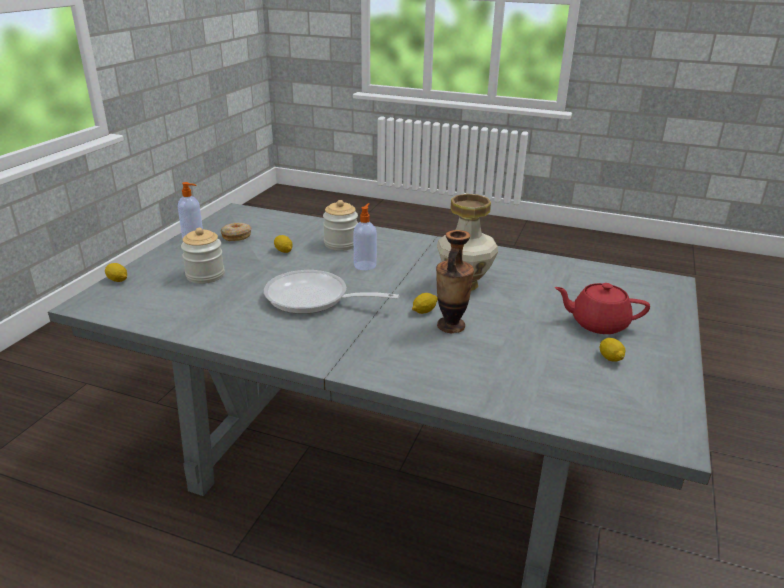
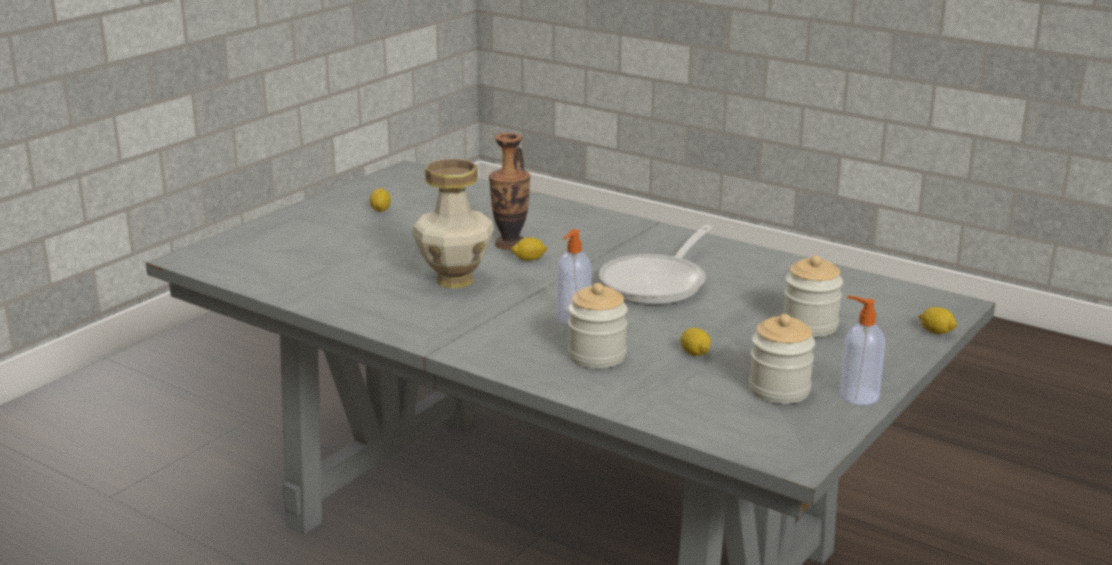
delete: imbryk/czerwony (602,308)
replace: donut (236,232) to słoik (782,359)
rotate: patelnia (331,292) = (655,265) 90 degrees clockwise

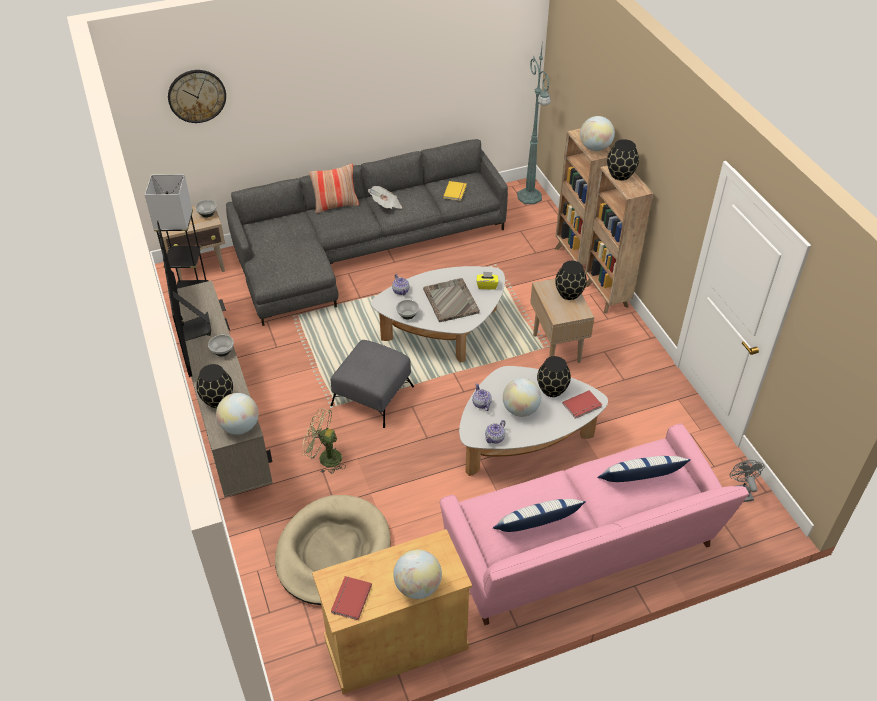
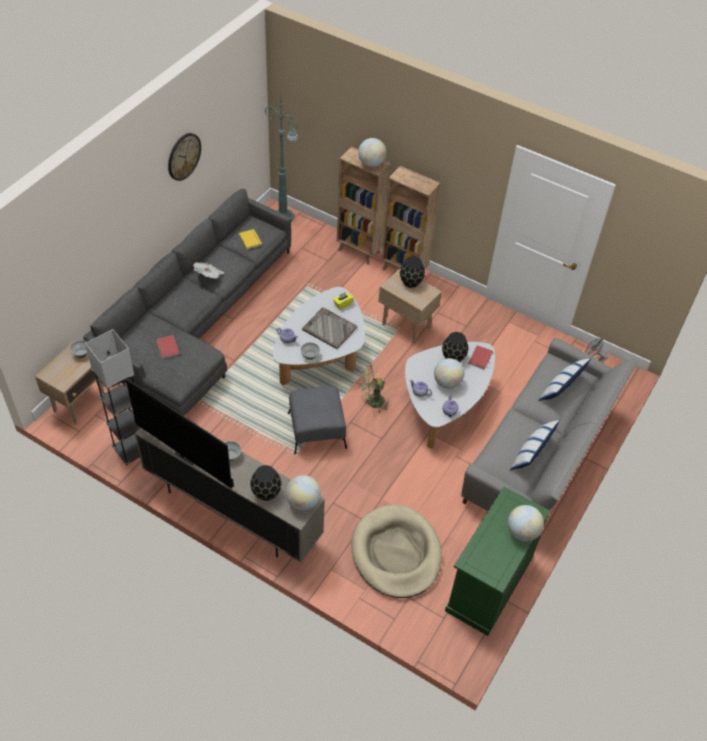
delete: poduszka (334,188); wazon/czarny (623,160)
move: zegar ścienny (197,96) to (184,157); wentylator/zielony (324,441) to (374,389); książka/czerwony (351,598) to (168,347)
recolor: szafka/beżowy (392,611) to szafka/zielony (497,561); kanapa/różowy (594,524) to kanapa/szary (549,424)

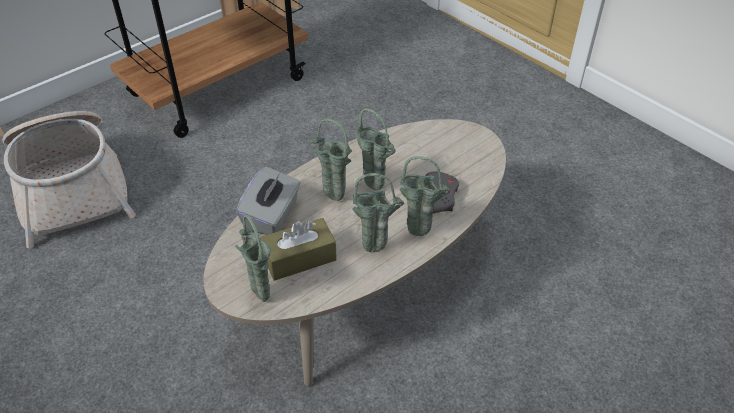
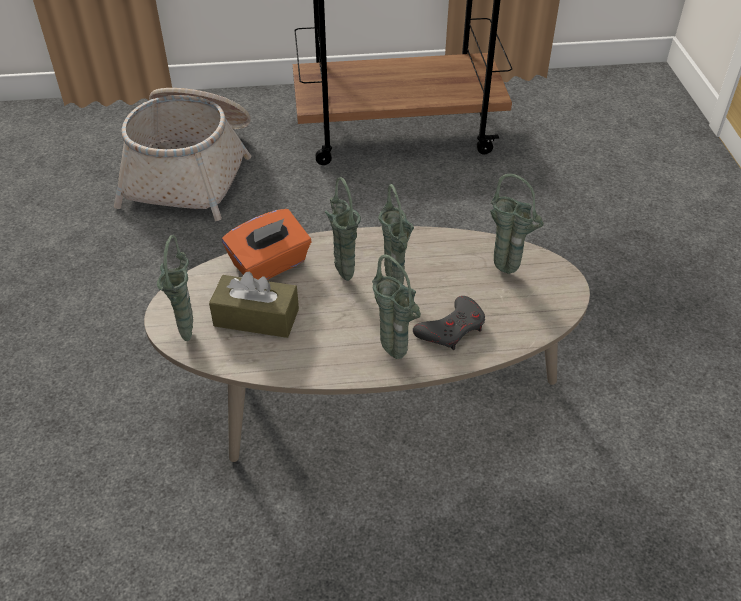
move: wazon/zielony (378,212) to (517,224)
recolor: pudełko chusteczek/szary (268,200) to pudełko chusteczek/pomarańczowy (266,244)

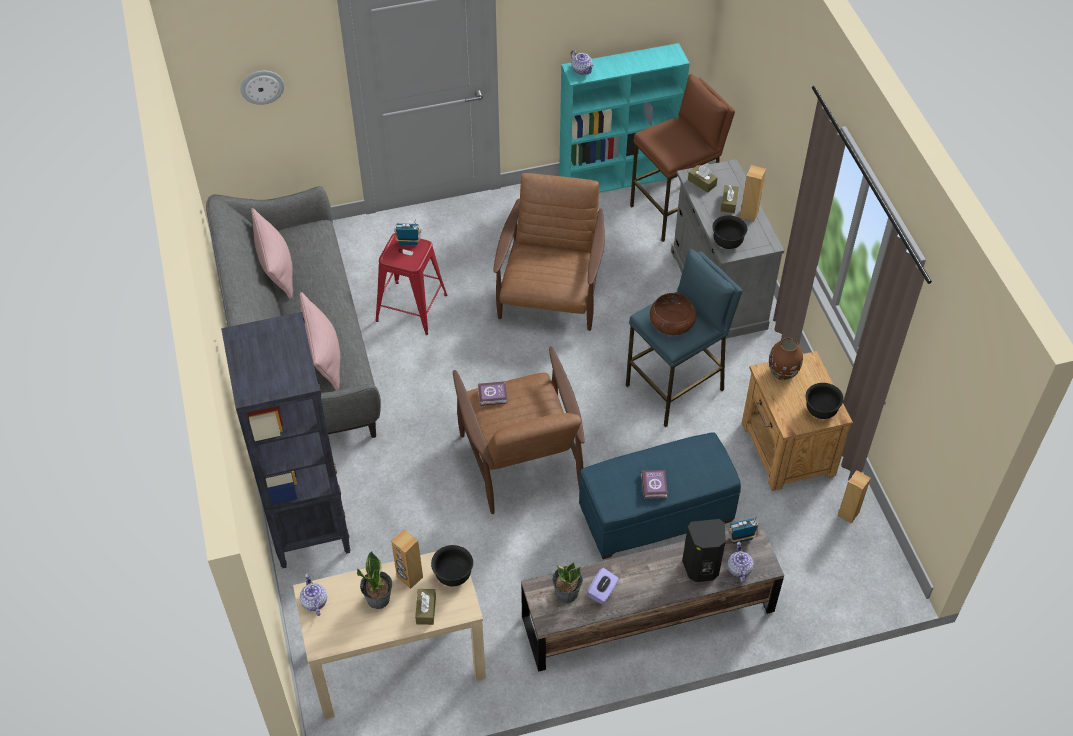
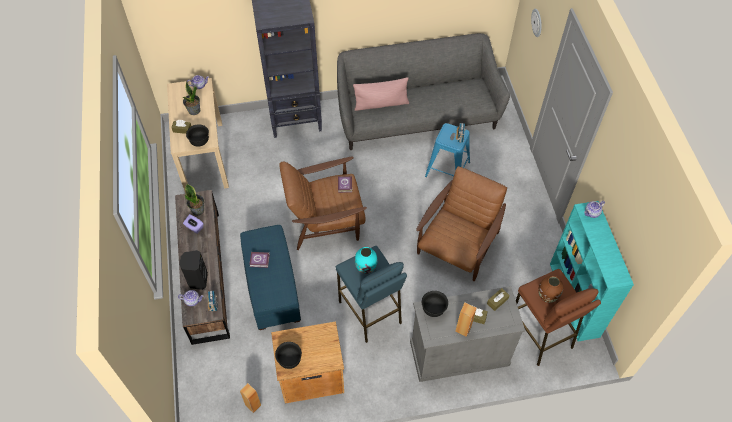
delete: poduszka/różowy (272,253); głośnik/brązowy (407,559)
move: wazon/brązowy (786,359) to (550,289)
replace: miska/brązowy (673,314) to wazon/turkusowy (366,260)
recolor: stołek/czerwony (411,284) to stołek/niebieski (447,150)
rotate: fotel/brązowy (549,252) = (461,223) 75 degrees counterclockwise

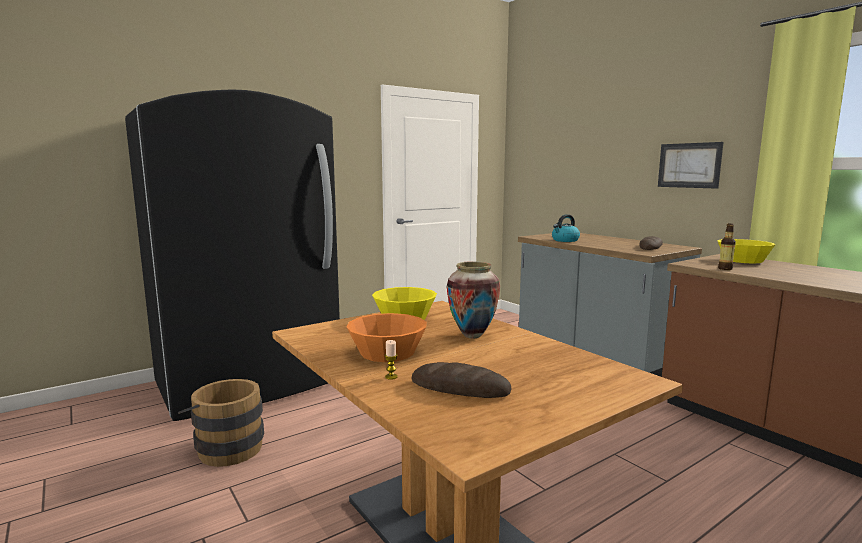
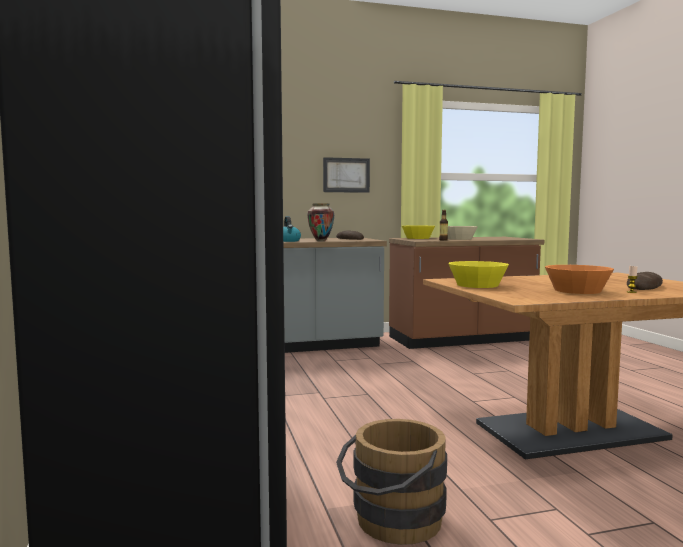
insert: miska/beżowy (463,233)
move: wazon (473,300) to (320,222)

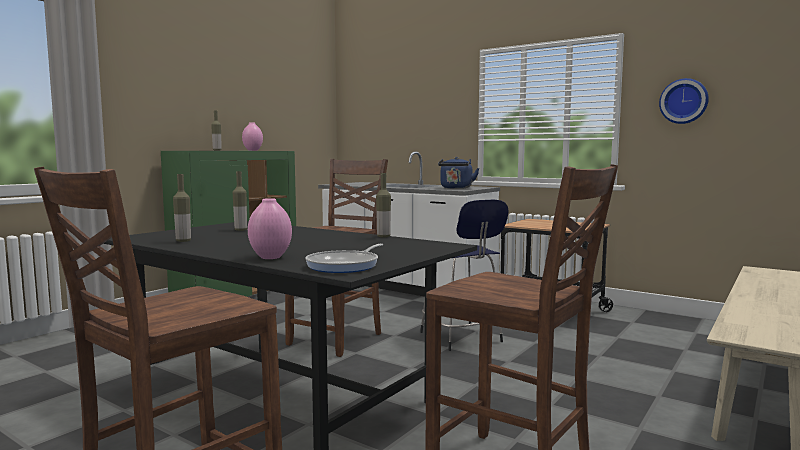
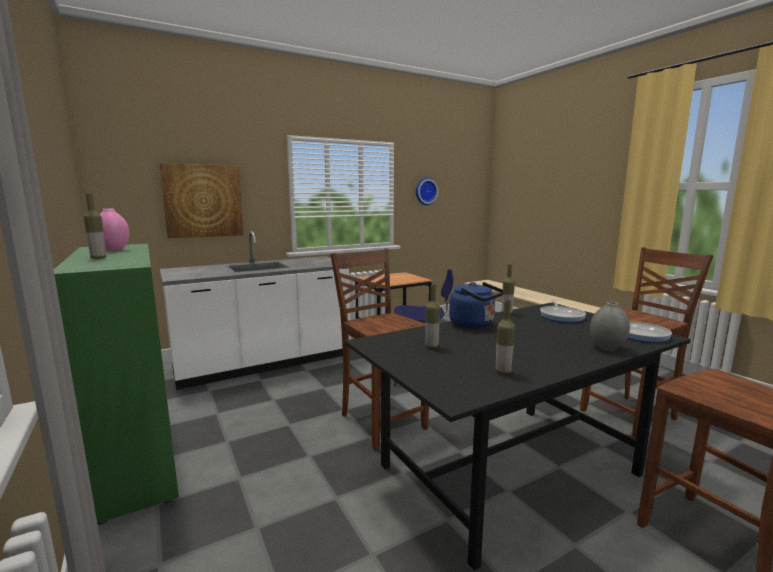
insert: obraz (201,200); patelnia (563,310)
move: czajnik/niebieski (458,173) to (477,305)
recolor: wazon/różowy (270,228) to wazon/szary (610,326)

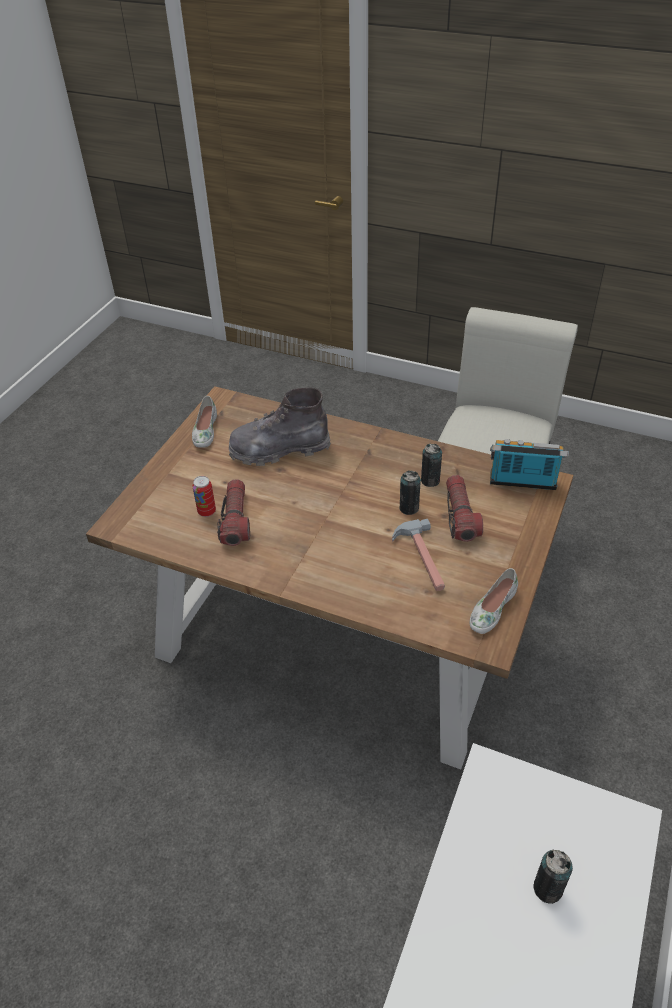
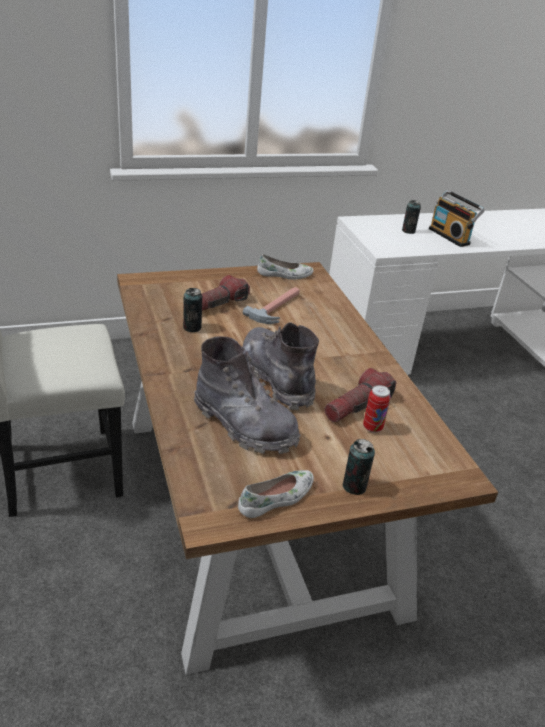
insert: but z cholewką/szary (281,366)
move: puszka (410,493) to (359,467); radio (529,464) to (457,218)

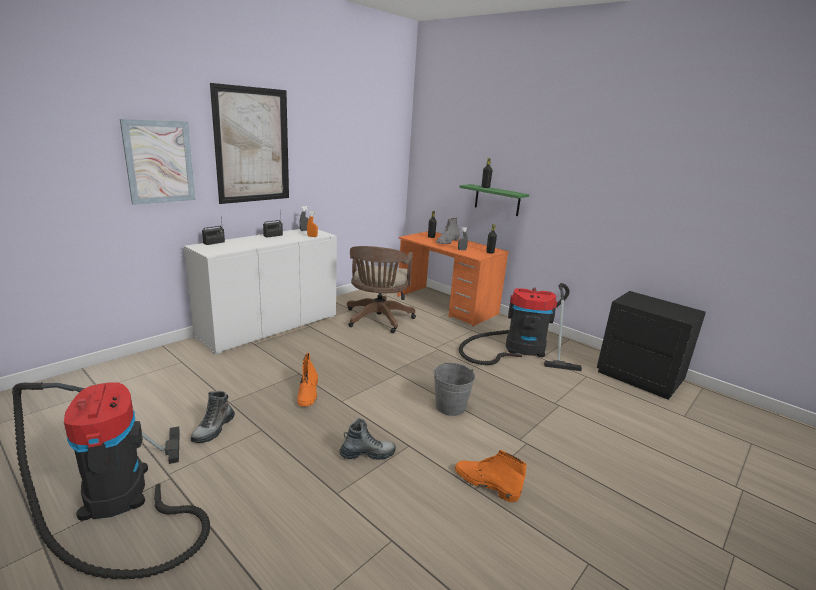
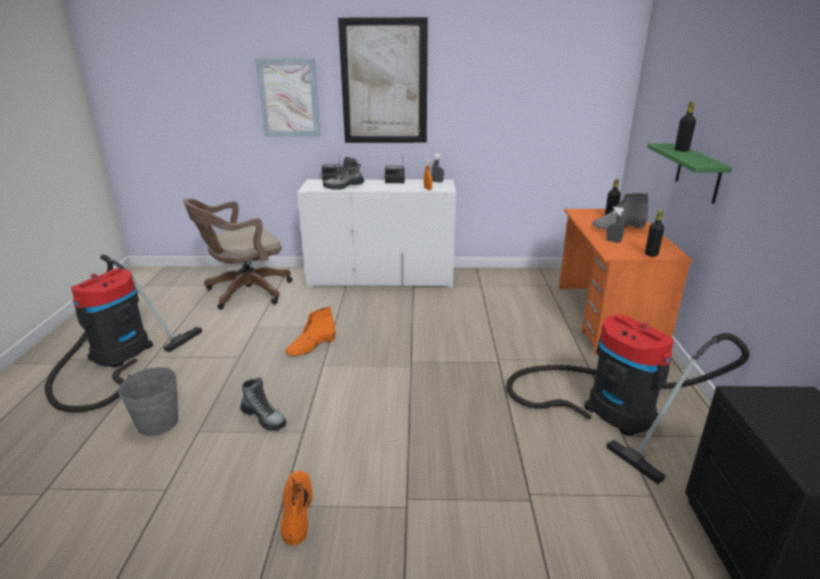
move: but z cholewką (212,417) to (344,173); krzesło biurowe/brązowy (381,289) to (237,254); wiadro/szary (454,389) to (148,401)

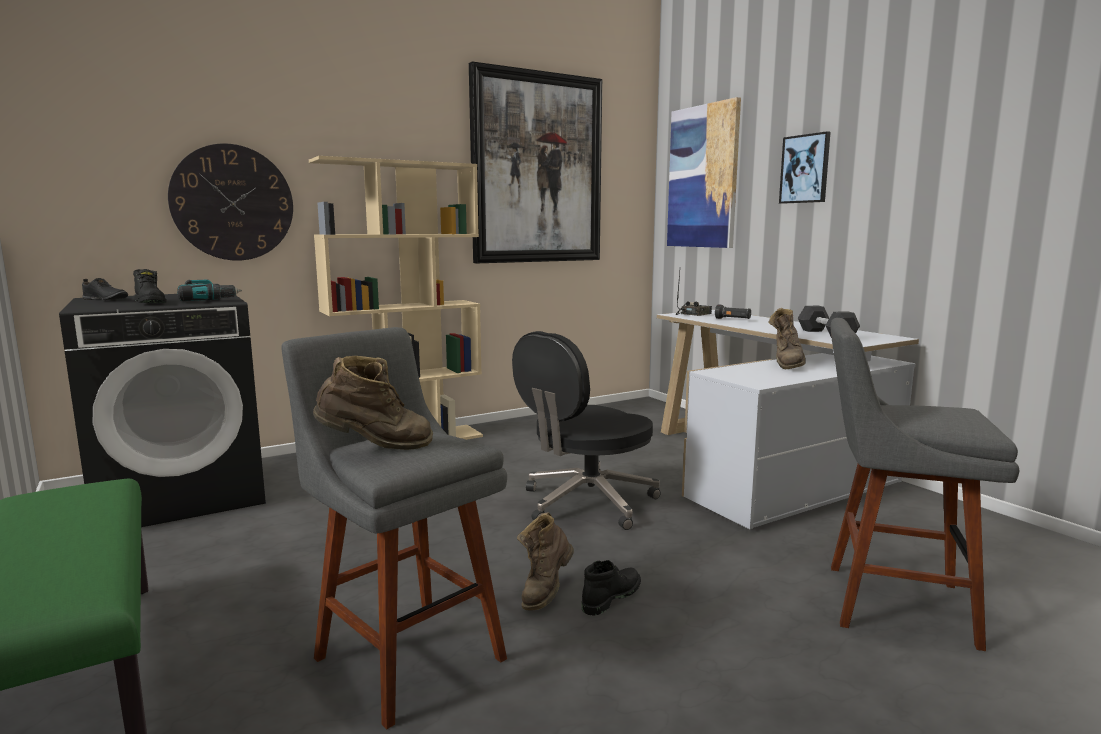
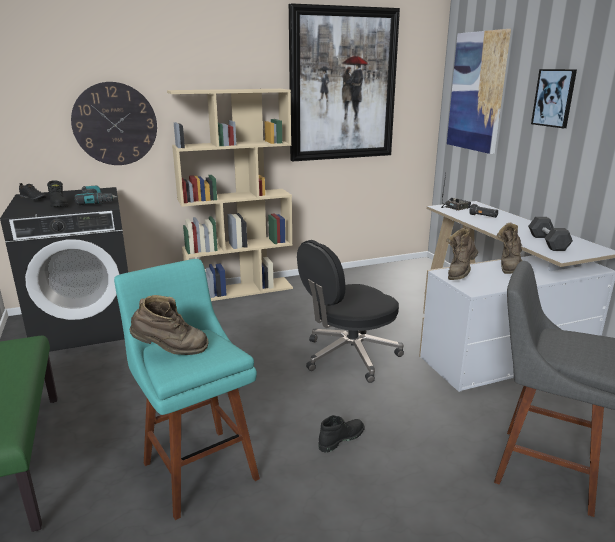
move: but z cholewką/brązowy (545,561) to (462,254)
recolor: stołek/szary (394,528) to stołek/turkusowy (187,389)

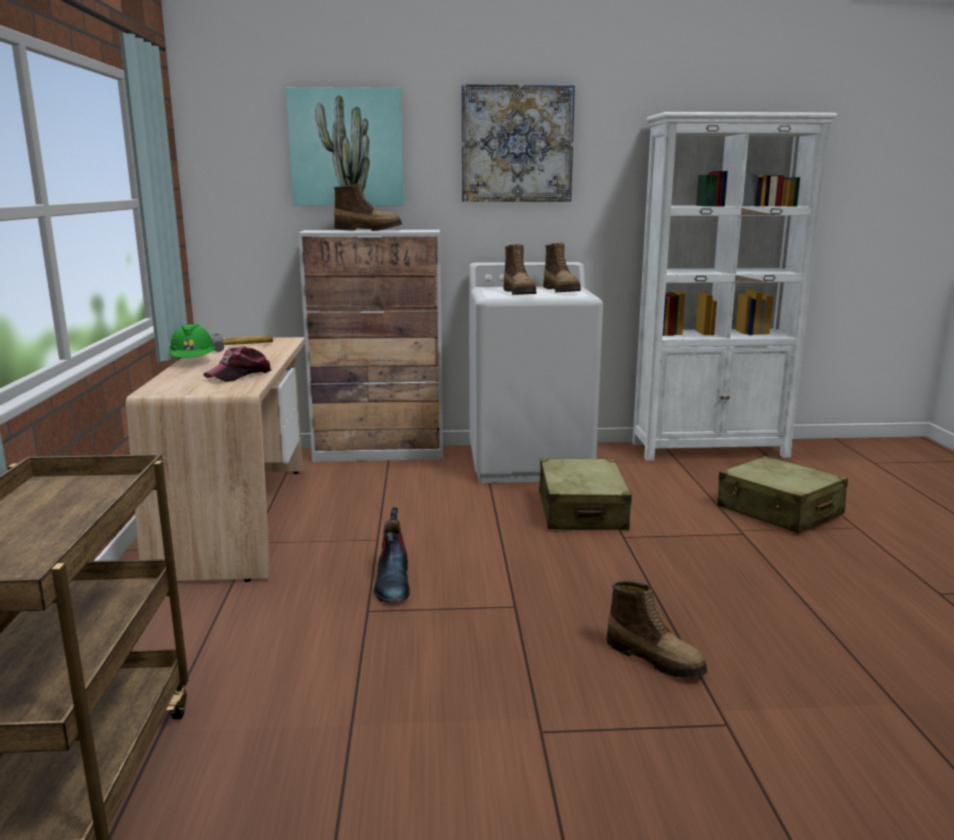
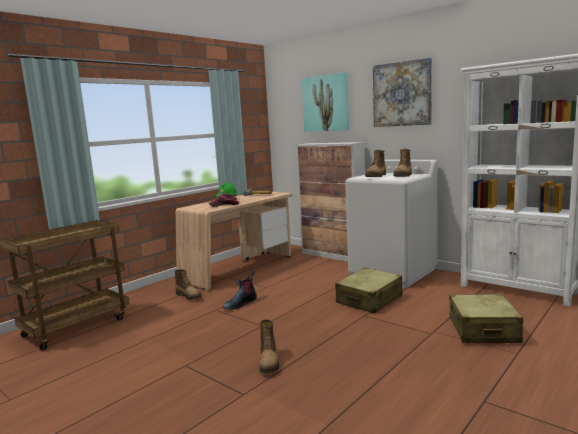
move: but z cholewką (368,207) to (188,284)

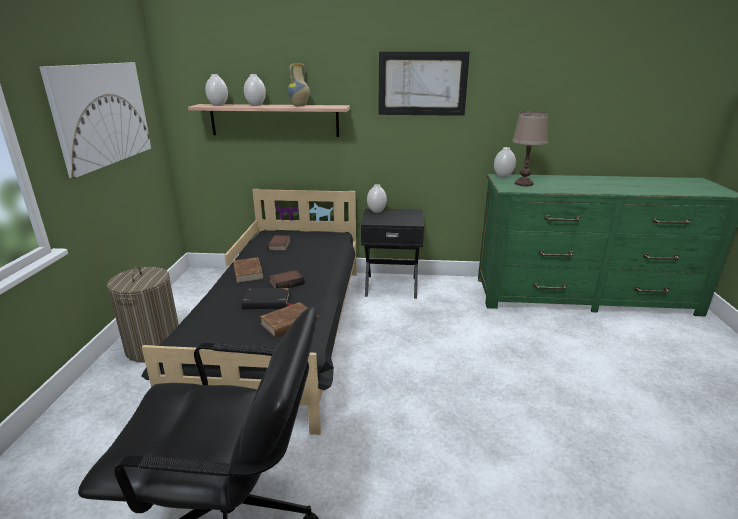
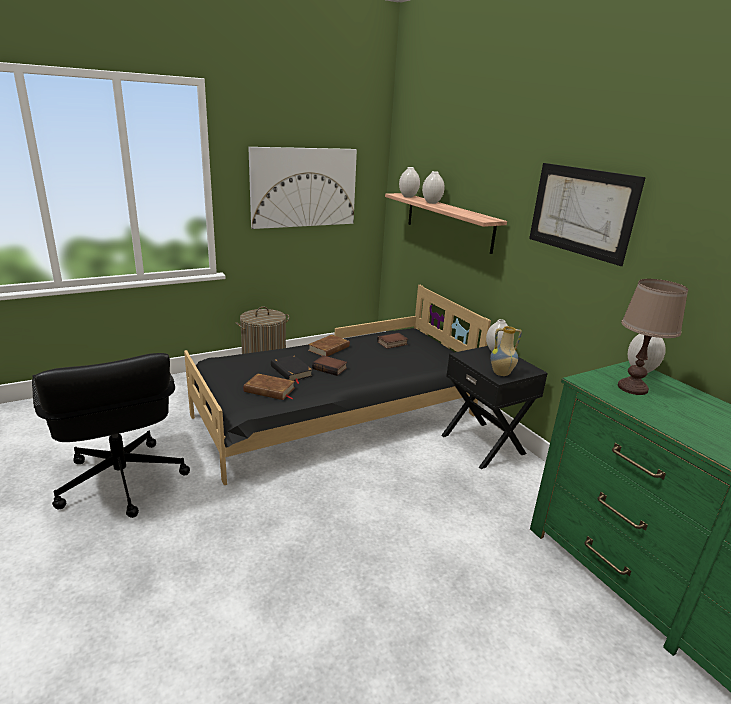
move: wazon (299,84) to (506,351)

